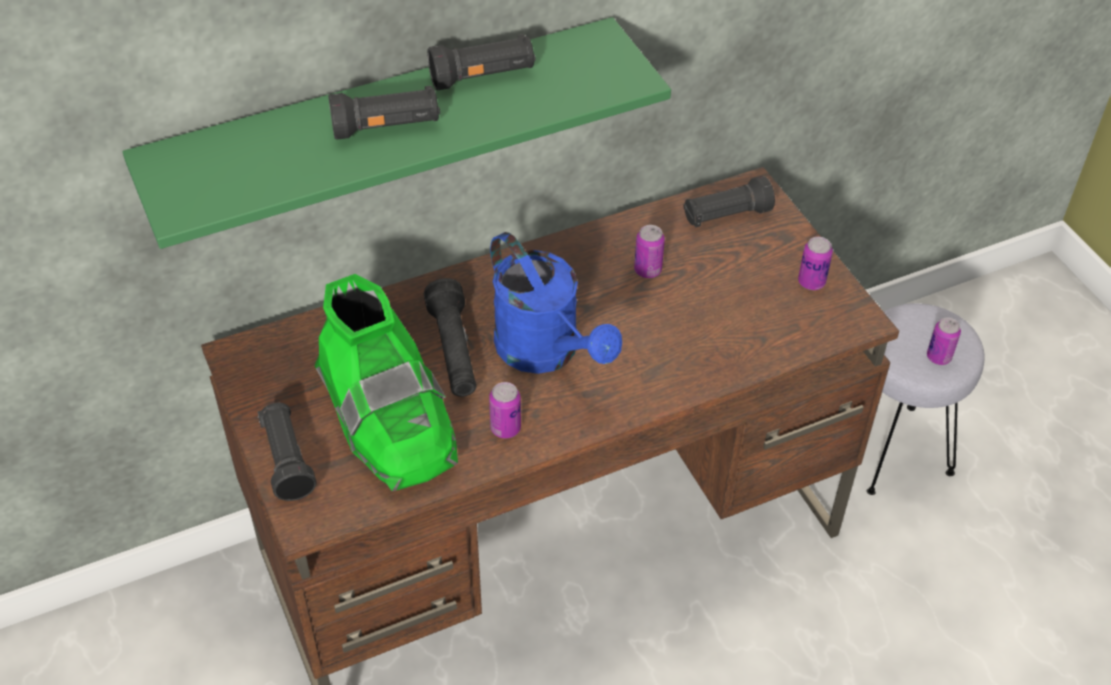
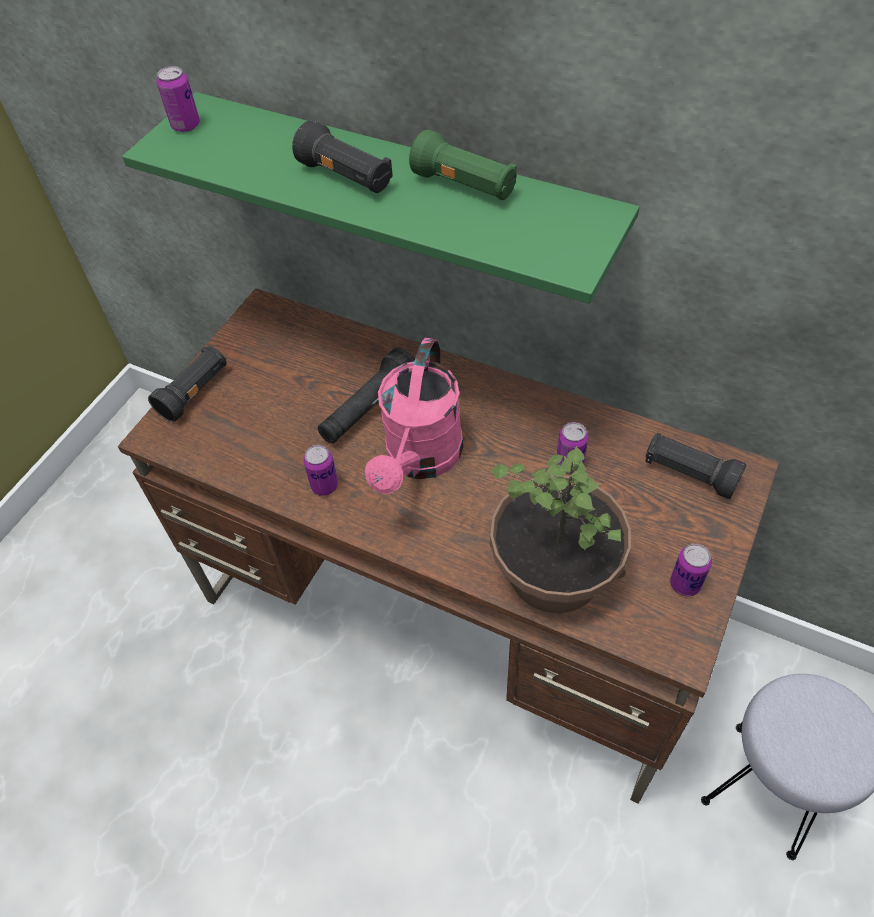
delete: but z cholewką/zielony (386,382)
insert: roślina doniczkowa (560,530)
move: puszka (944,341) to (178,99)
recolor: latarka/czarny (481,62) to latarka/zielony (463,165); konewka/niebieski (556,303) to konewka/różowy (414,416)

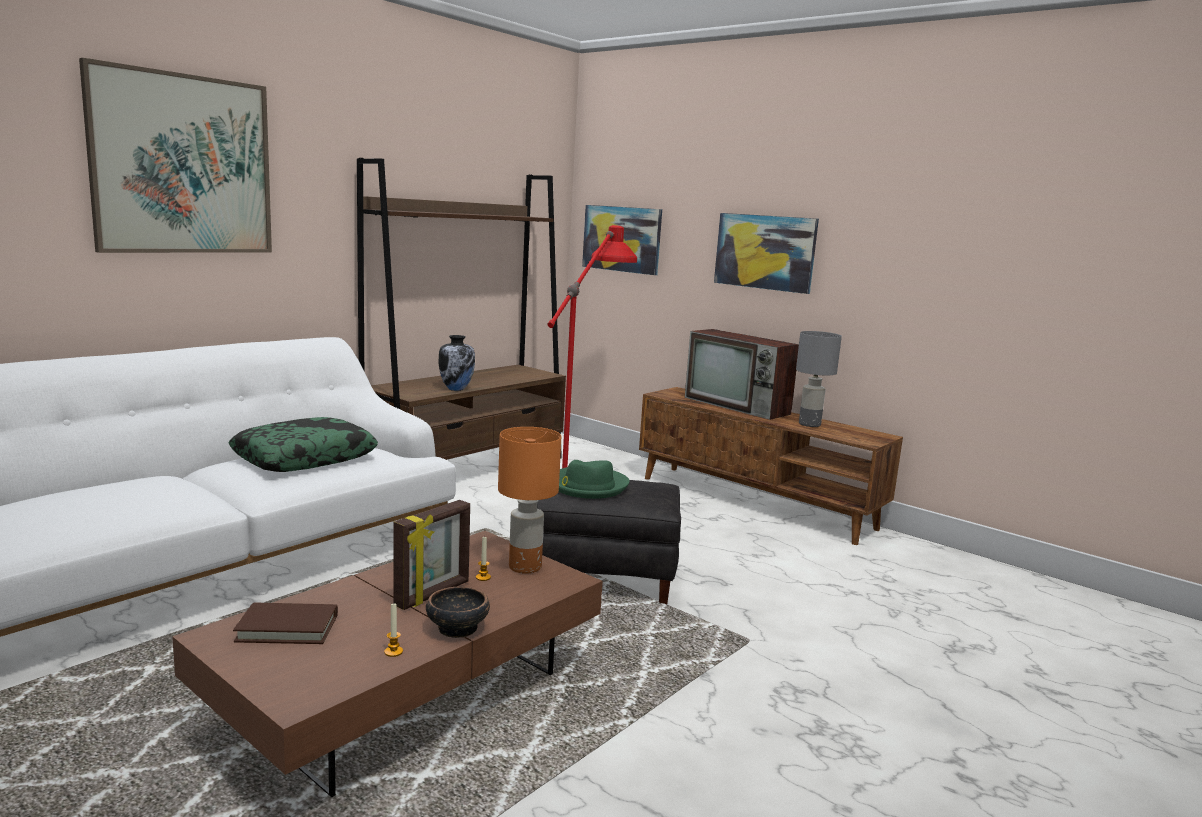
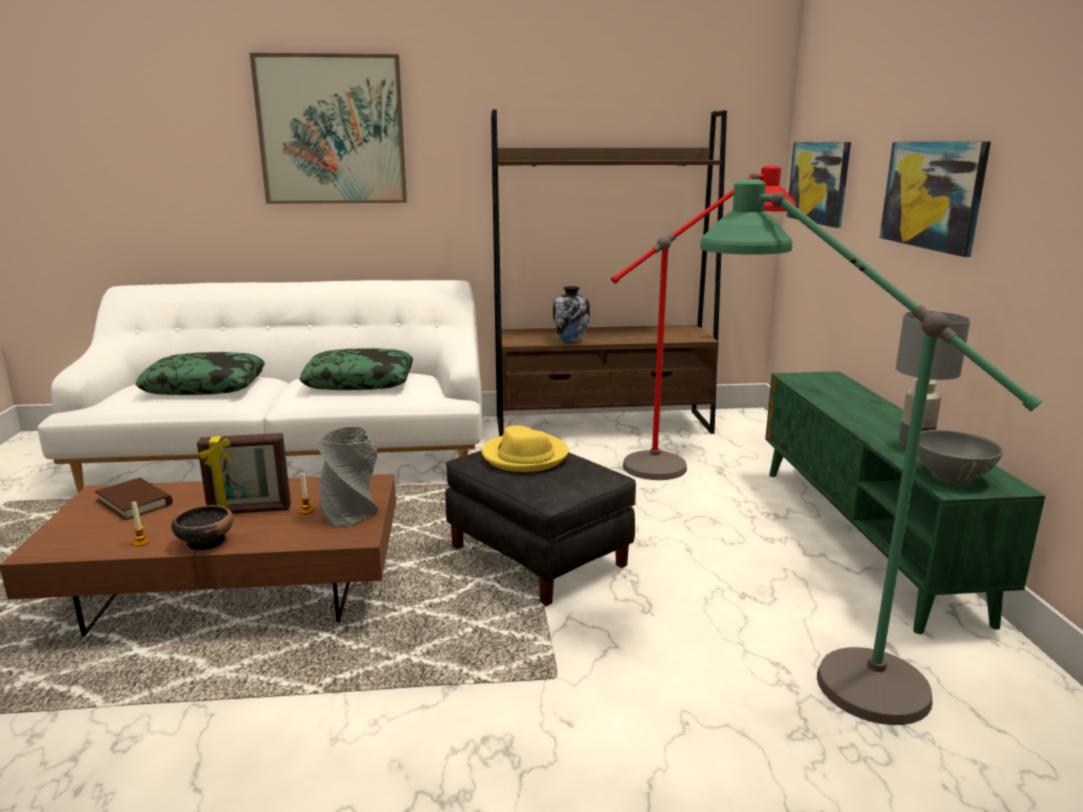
delete: telewizor (742,374)
insert: poduszka (200,373); lampa stojąca/zielony (871,452); miska/szary (960,457)
replace: lampa stołowa/pomarańczowy (529,500) to wazon/szary (347,477)
recolor: kapelusz/zielony (594,479) to kapelusz/żółty (525,448); szafka pod telewizor/brązowy (771,466) to szafka pod telewizor/zielony (905,502)

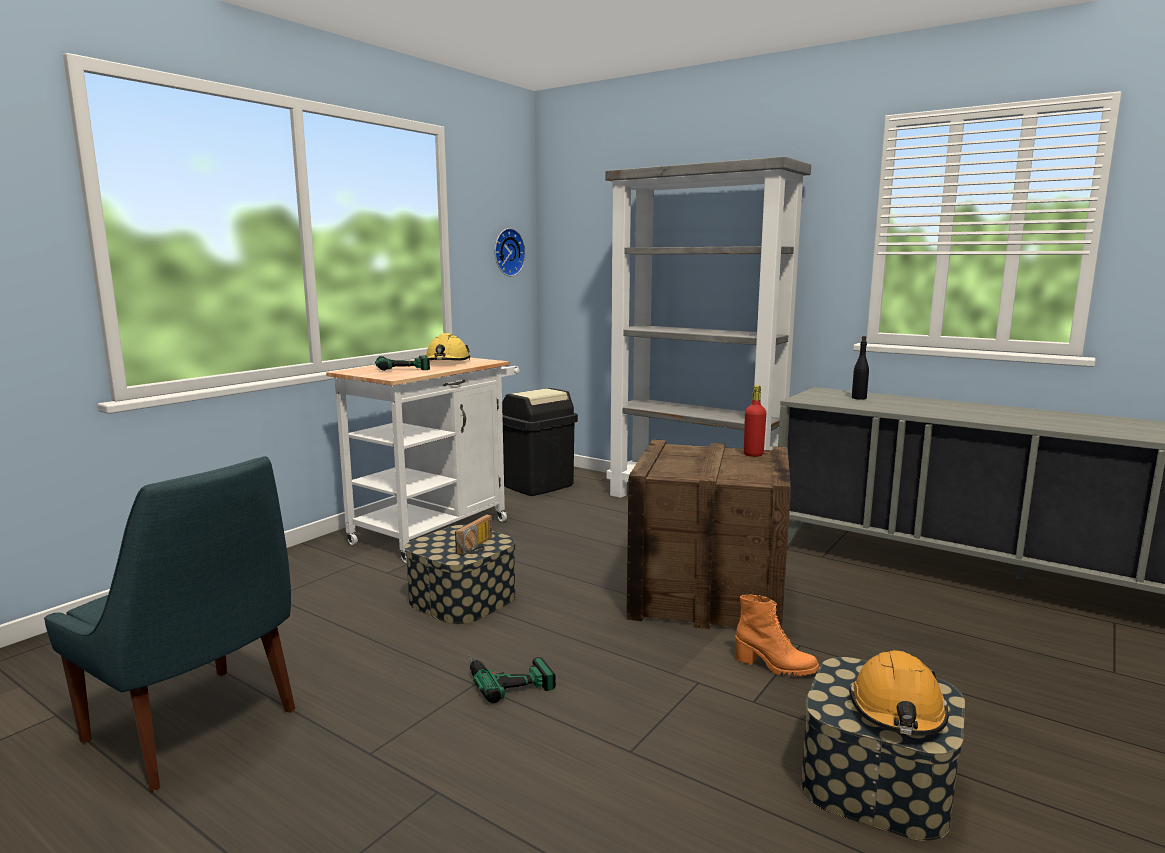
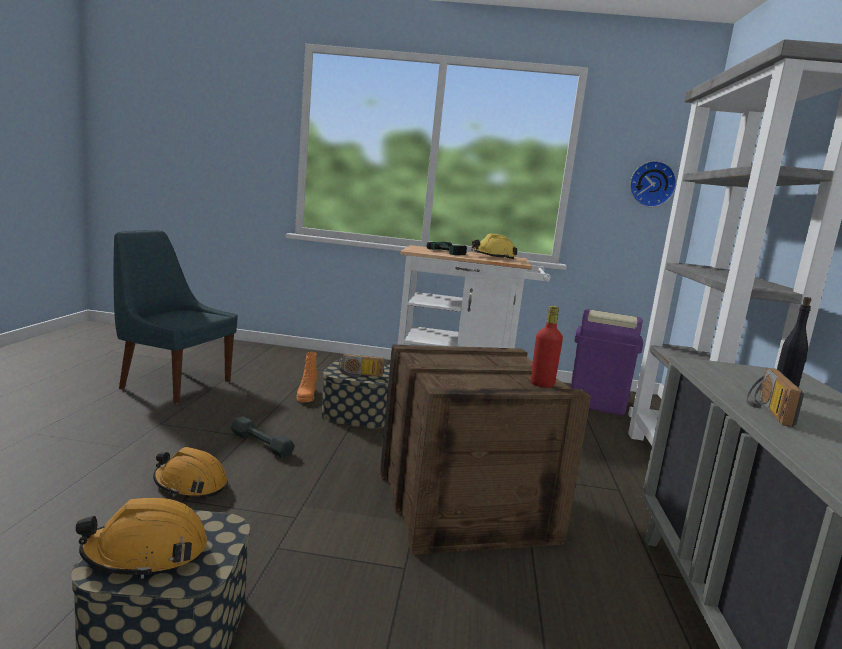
insert: kask/pomarańczowy (190,472); radio (775,397)
move: but z cholewką/pomarańczowy (777,636) to (306,377)
replace: wiertarka (512,679) to hantel/szary (263,437)
recolor: kosz na śmieci/czarny (540,442) to kosz na śmieci/fioletowy (607,362)
rotate: krzesło/niebieski (169,624) = (175,317) 105 degrees clockwise

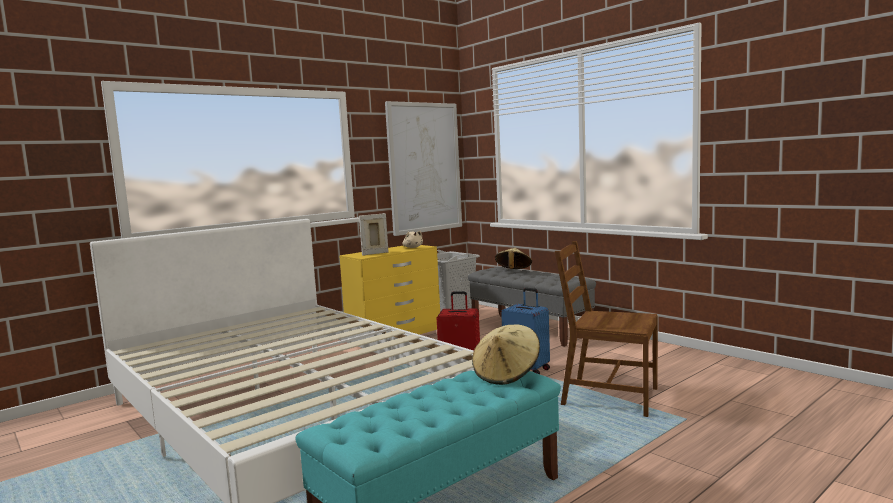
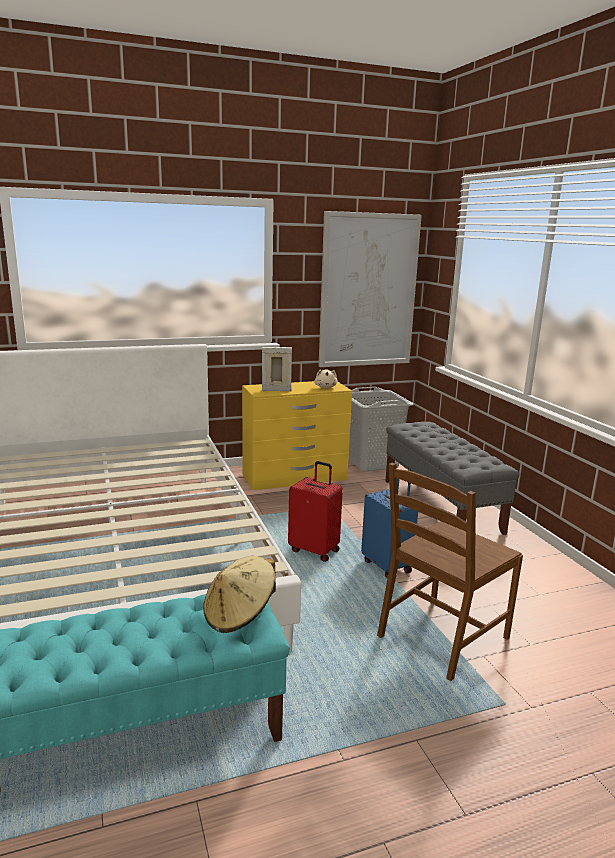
delete: kapelusz/beżowy (513,258)
rotate: krzesło/brązowy (606,329) = (450,572) 90 degrees counterclockwise

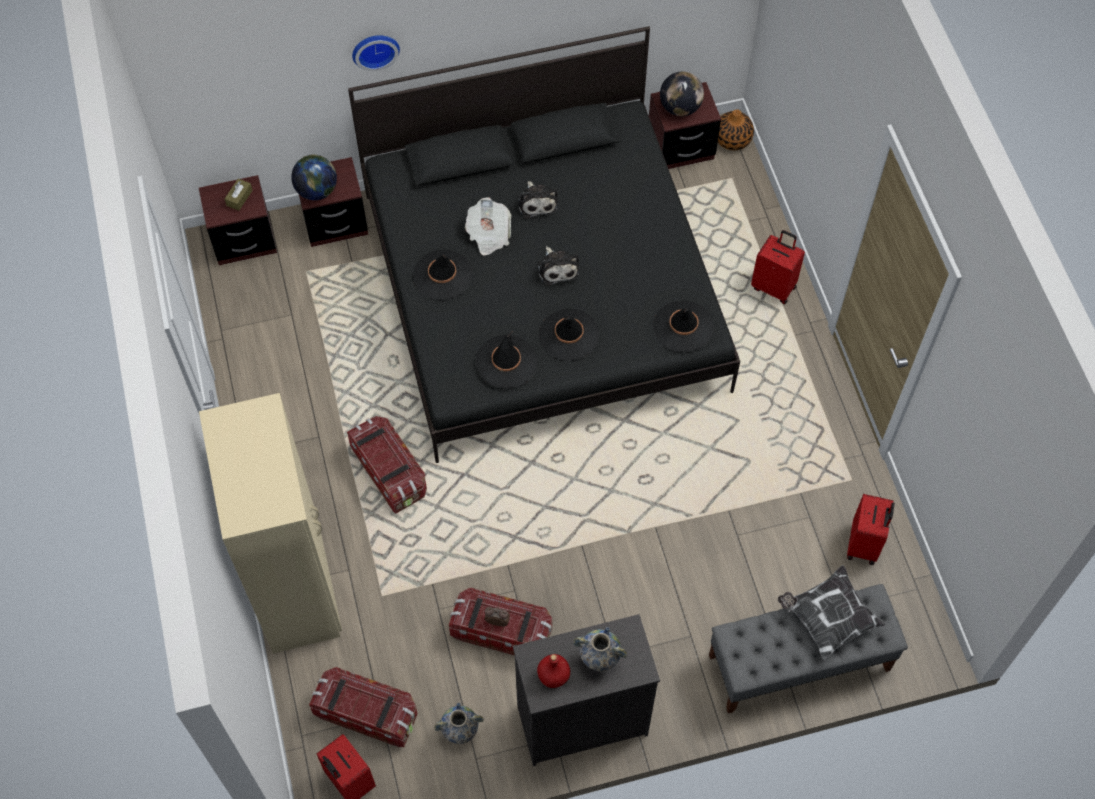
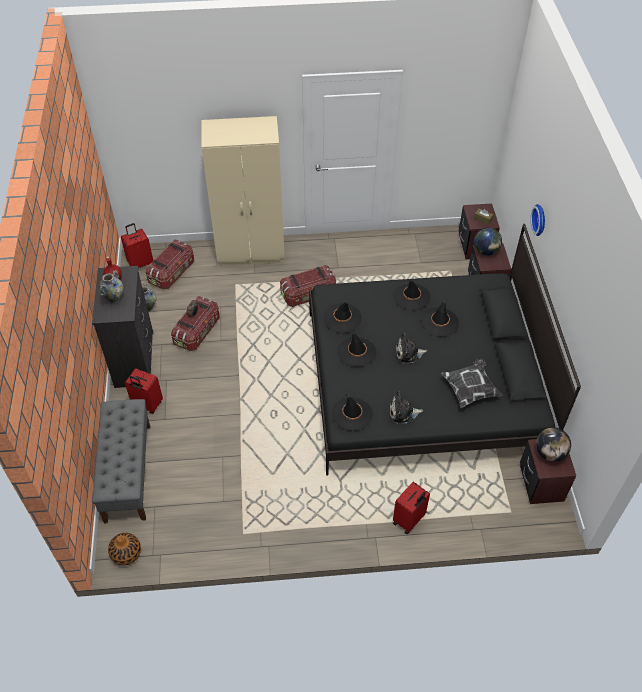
move: pluszak (538,199) to (406,407); wazon (736,129) to (124,549); poduszka (832,612) to (472,383); walizka/czerwony (871,529) to (144,391)
replace: gazeta (488,226) to kapelusz/czarny (440,318)

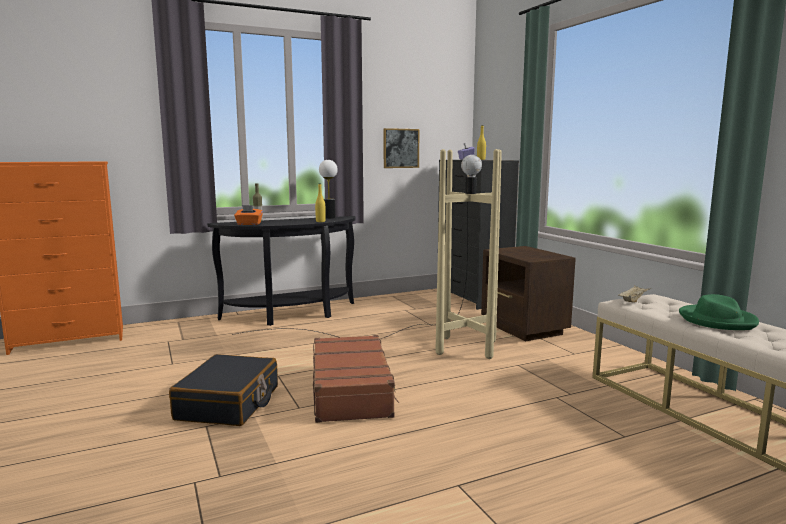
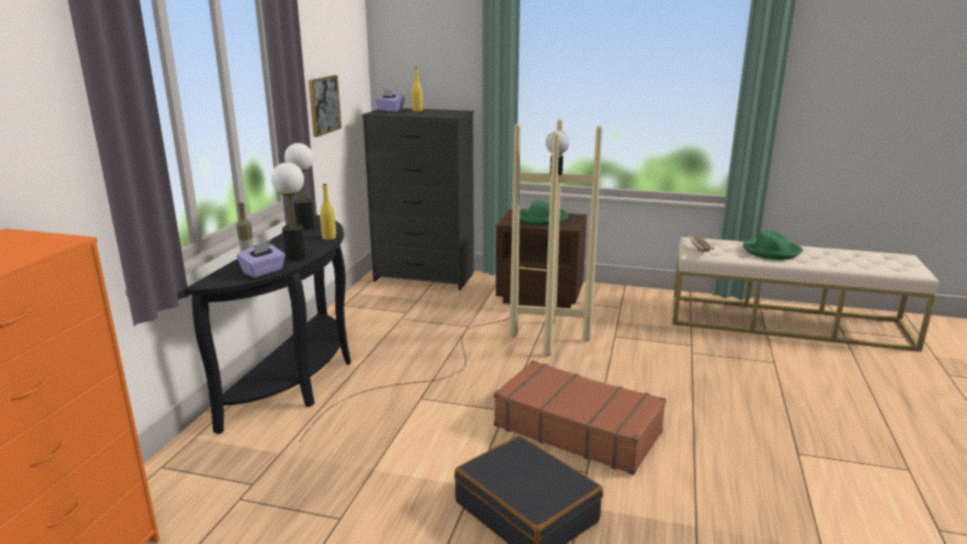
insert: lampa stołowa (288,211); kapelusz/zielony (543,213)
recolor: pudełko chusteczek/pomarańczowy (248,215) to pudełko chusteczek/fioletowy (261,259)

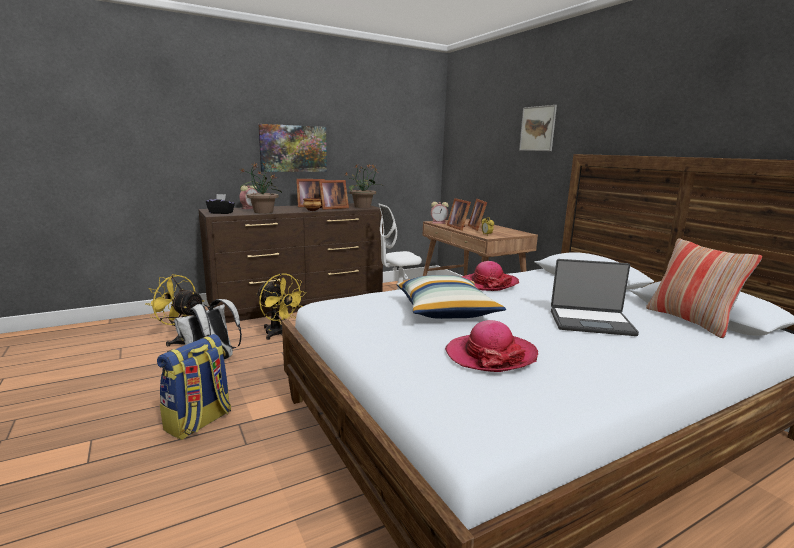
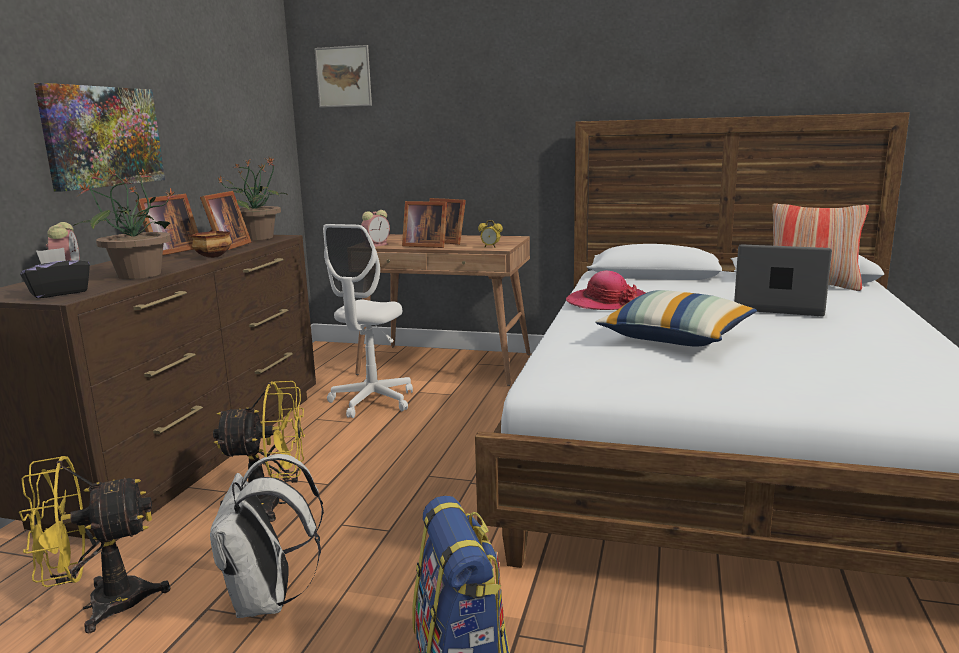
delete: kapelusz (491,346)
move: obraz (538,128) to (343,76)
rotate: laptop (595,297) = (783,280) 120 degrees counterclockwise

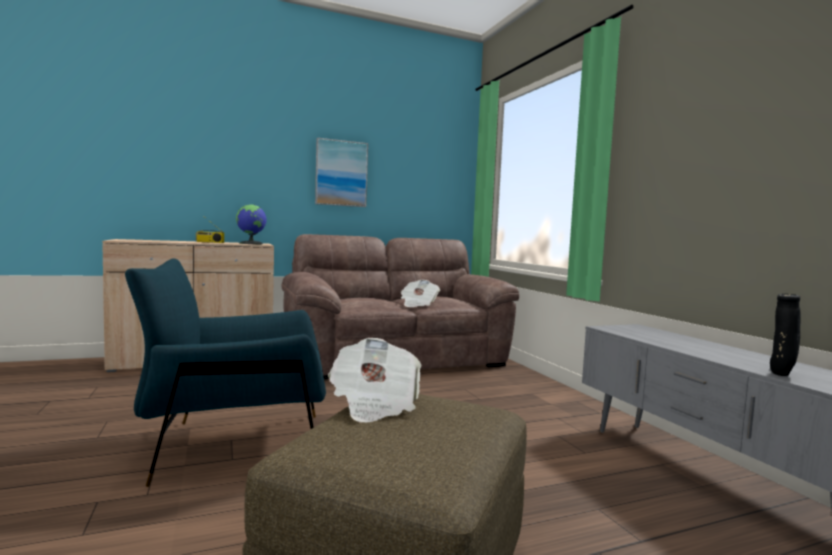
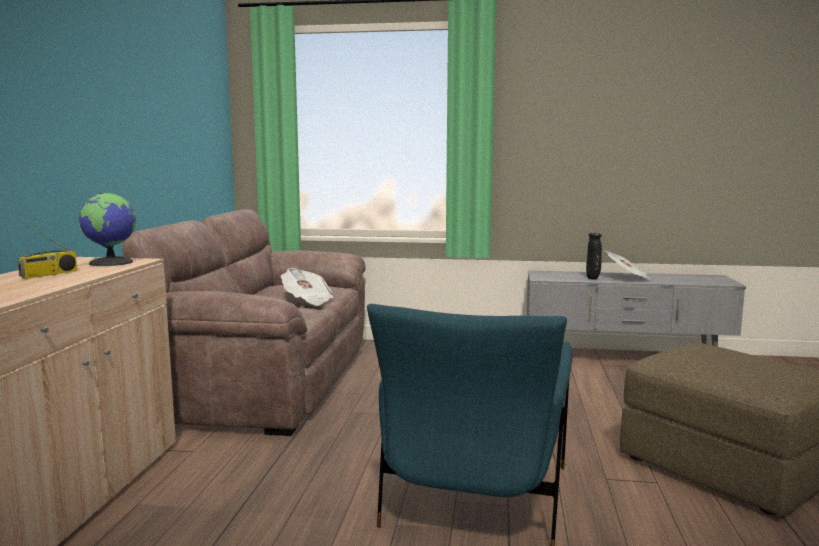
delete: obraz (341,172)
move: gazeta (374,380) to (628,265); wazon/czarny (785,335) to (594,256)

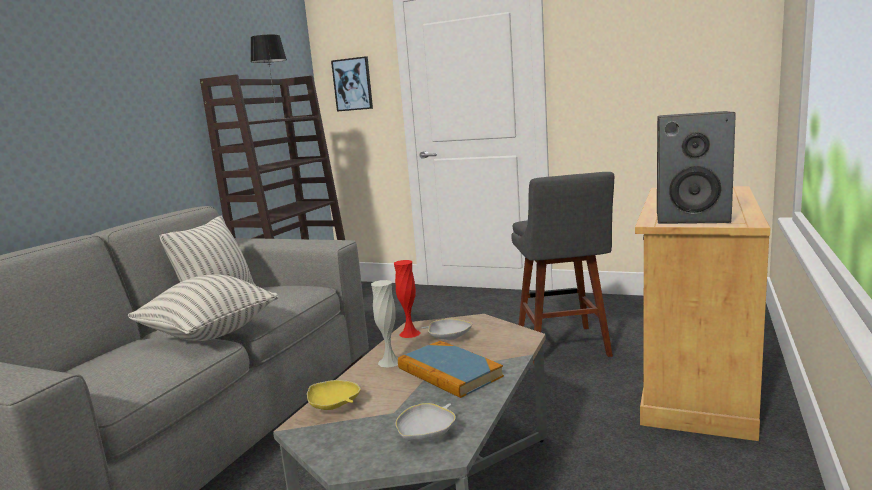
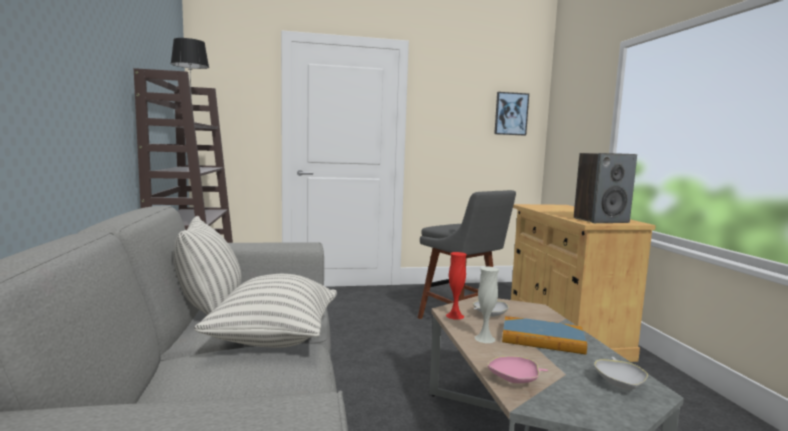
move: obraz (352,84) to (511,114)
recolor: miska/żółty (334,395) to miska/różowy (517,369)

